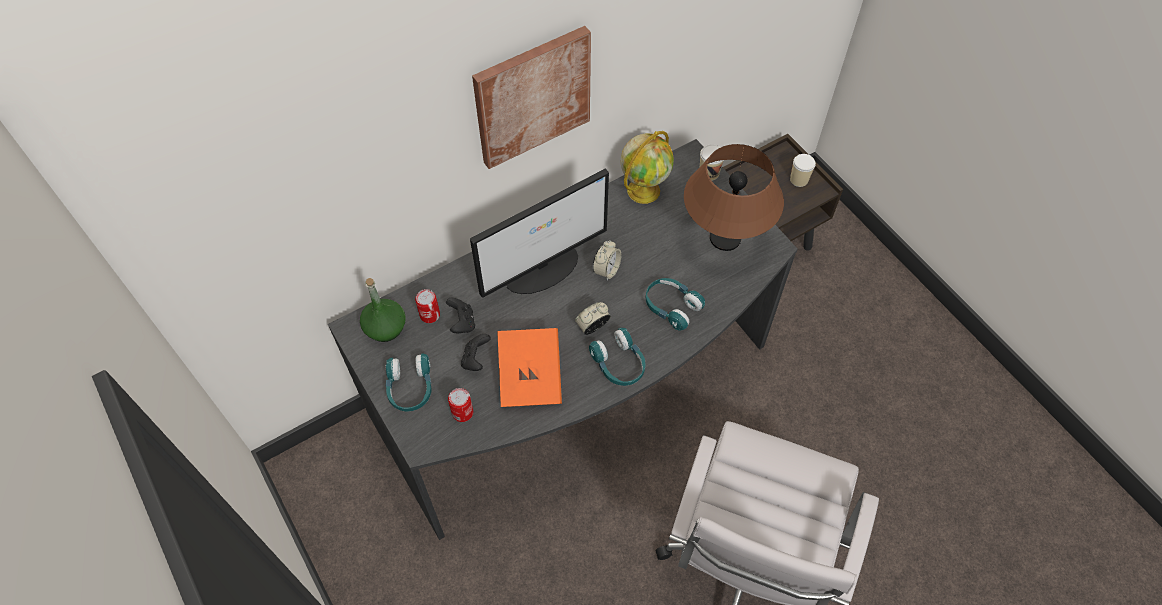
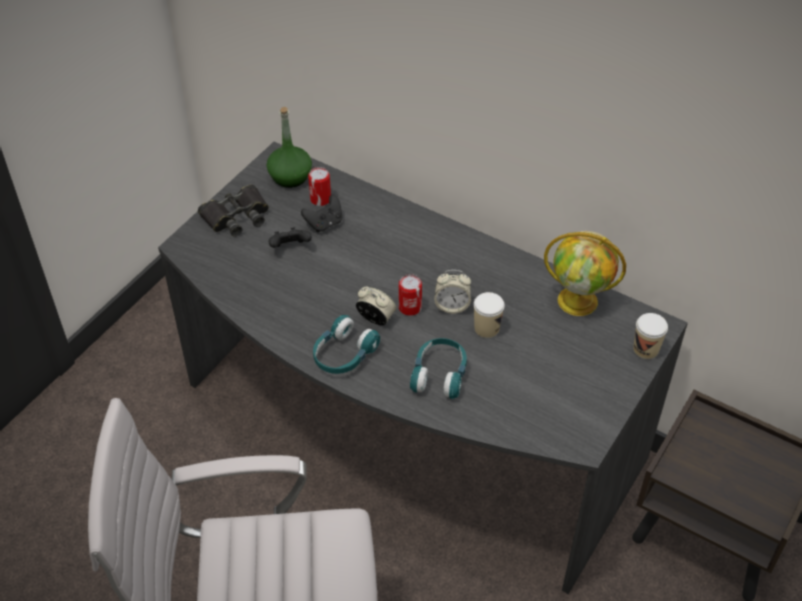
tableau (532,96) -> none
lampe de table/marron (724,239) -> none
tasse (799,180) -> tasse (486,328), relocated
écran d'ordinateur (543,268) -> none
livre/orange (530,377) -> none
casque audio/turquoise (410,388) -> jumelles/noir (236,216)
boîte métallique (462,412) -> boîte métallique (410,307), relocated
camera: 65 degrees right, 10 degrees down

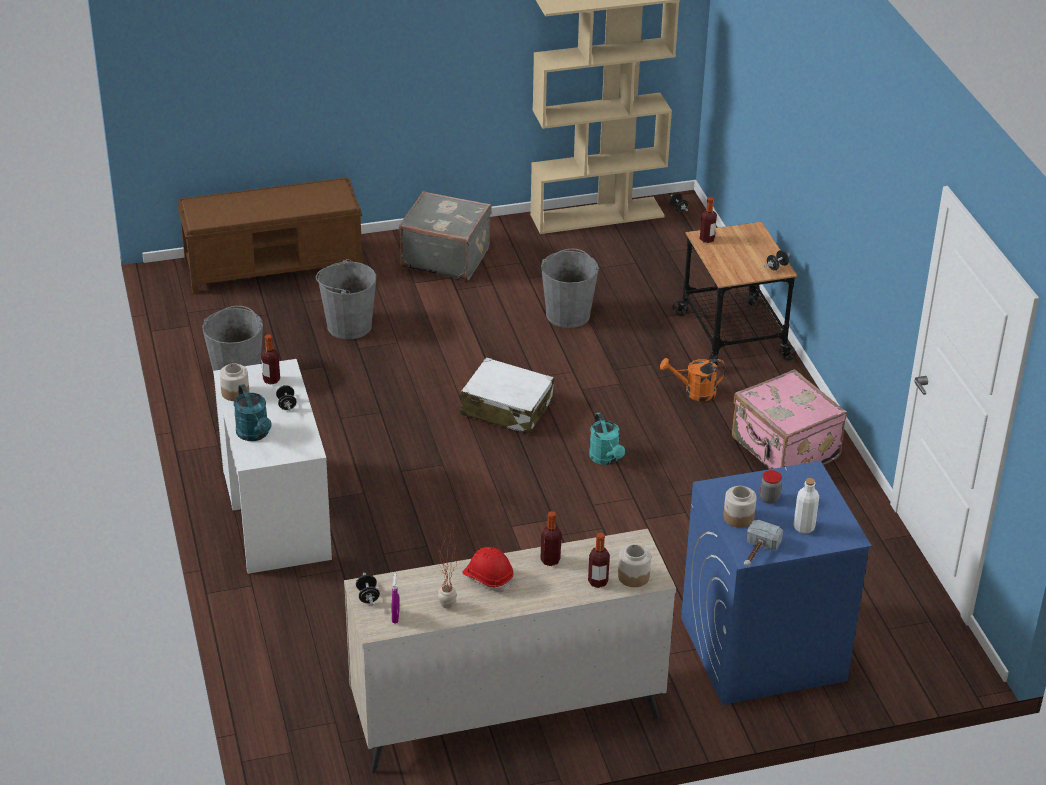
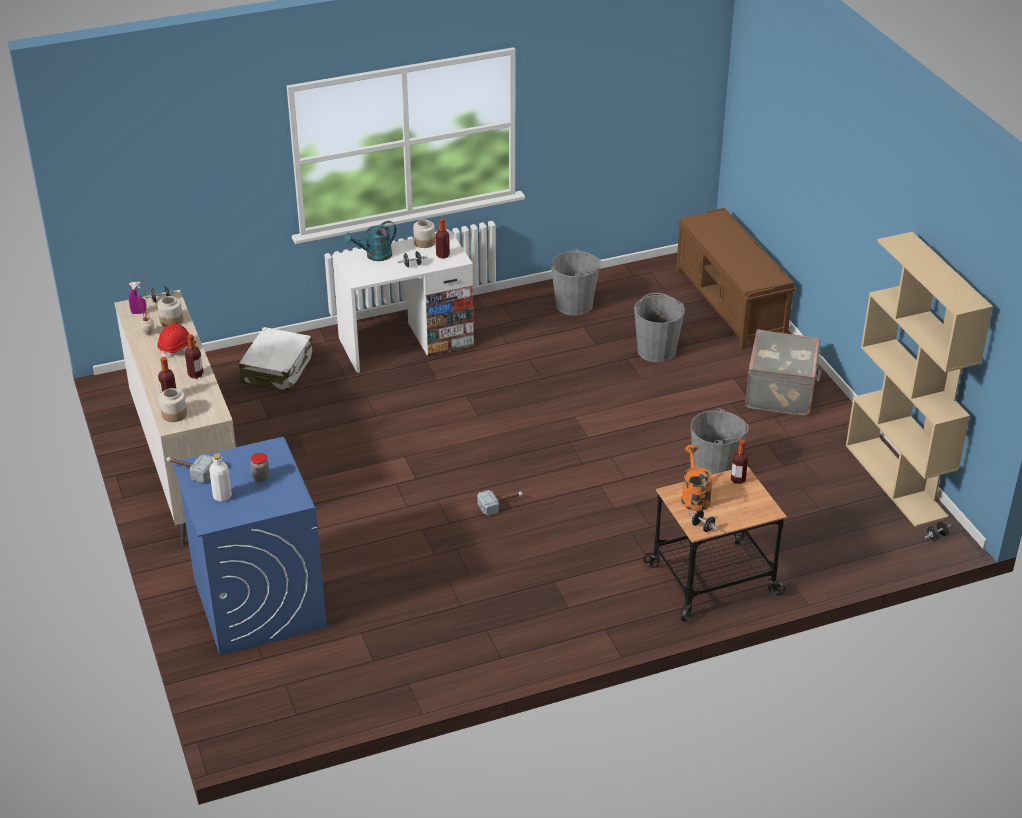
valise/blanc (506,408) -> valise/blanc (277,370), relocated
arrosoir/orange (694,392) -> arrosoir/orange (694,496), relocated
valise/rose (784,449) -> none
arrosoir/turquoise (606,459) -> marteau (501,504)
bocal (738,518) -> bocal (171,321), relocated
camera: 85 degrees right, 0 degrees up

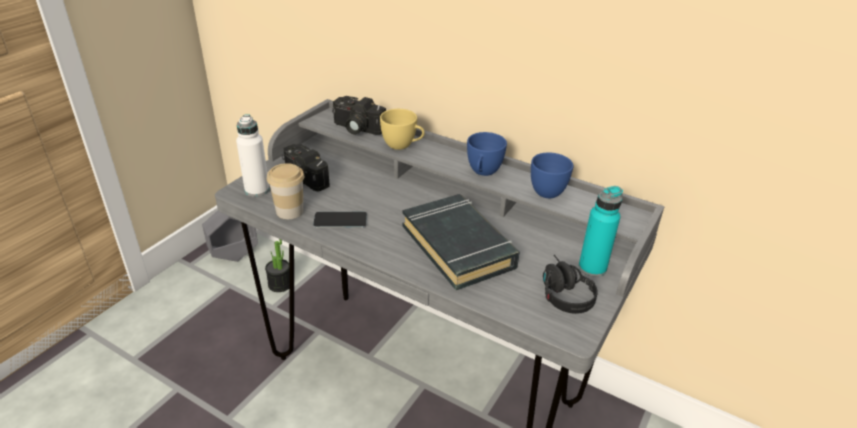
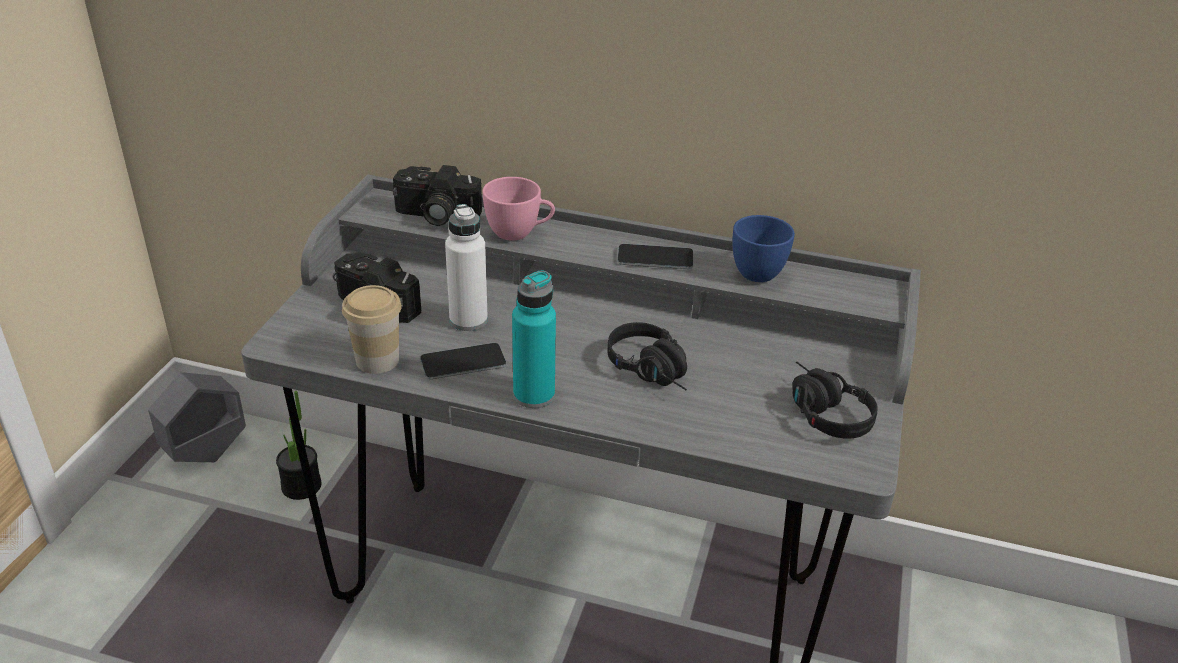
tasse/jaune (402,145) -> tasse/rose (519,233)
bouteille/blanc (257,190) -> bouteille/blanc (468,320), relocated
tasse/bleu (483,172) -> téléphone (655,257)
bouteille/turquoise (592,268) -> bouteille/turquoise (534,395), relocated
livre/noir (458,246) -> casque audio/noir (654,372)
camera: 15 degrees left, 0 degrees up

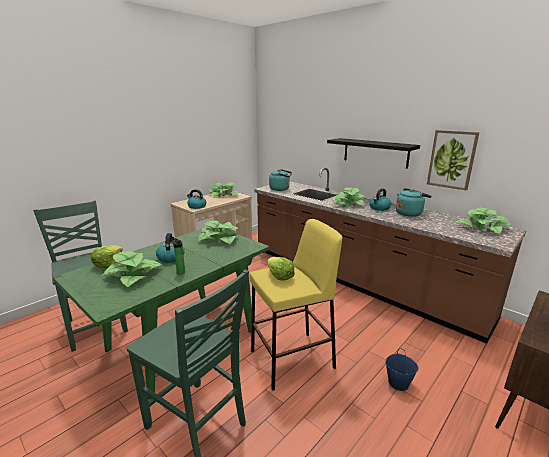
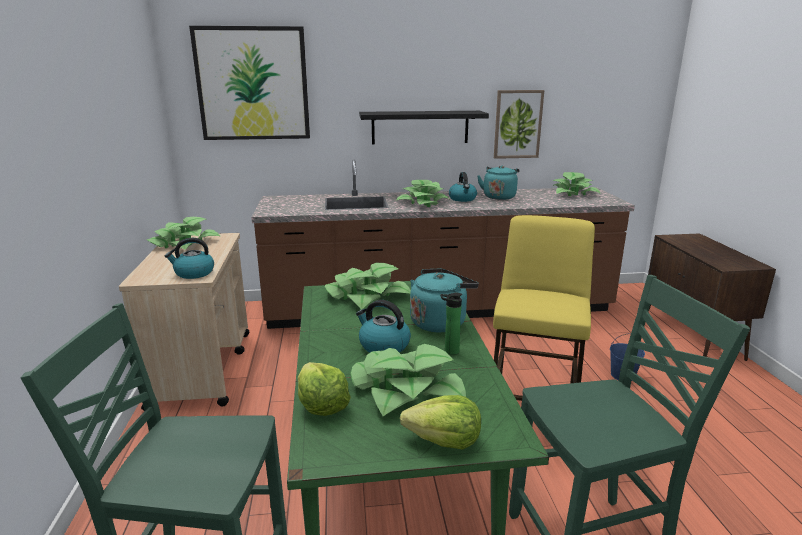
bouilloire/turquoise (280,189) -> bouilloire/turquoise (440,322), relocated
laitue (279,276) -> laitue (444,440), relocated
none -> tableau (253,84)
camera: 50 degrees left, 0 degrees up

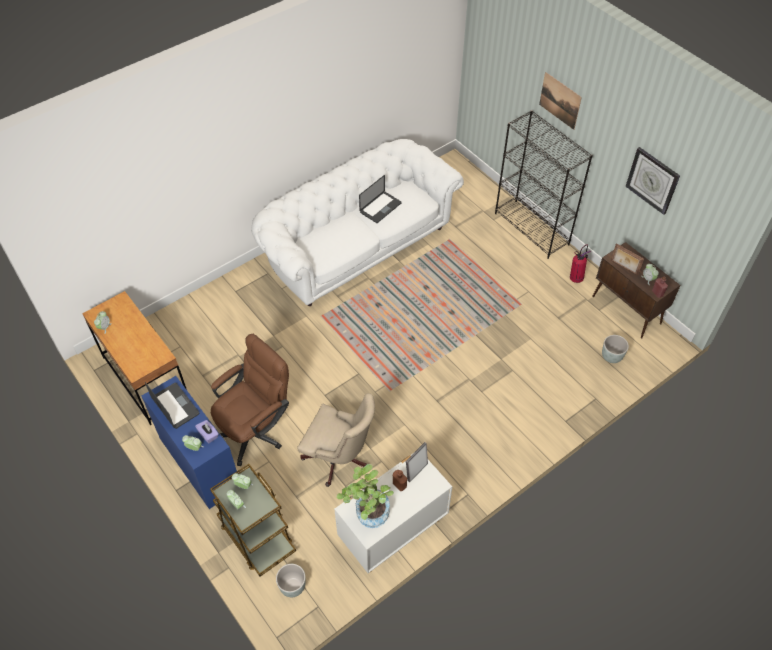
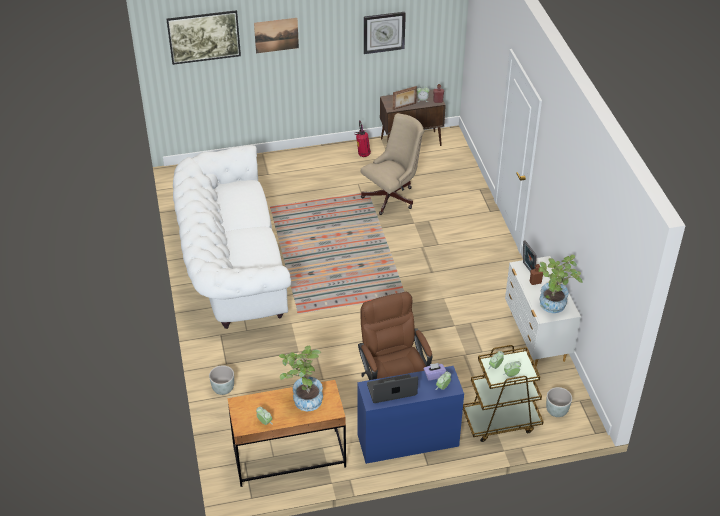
bibliothèque/noir (532,229) -> none
ordinateur portable (380,208) -> none
cache-pot/gris (611,356) -> cache-pot/gris (223,389), relocated
chaise de bureau/beige (340,459) -> chaise de bureau/beige (392,197), relocated
none -> tableau (205,48)
none -> plante en pot (303,399)
camera: 65 degrees left, 10 degrees down

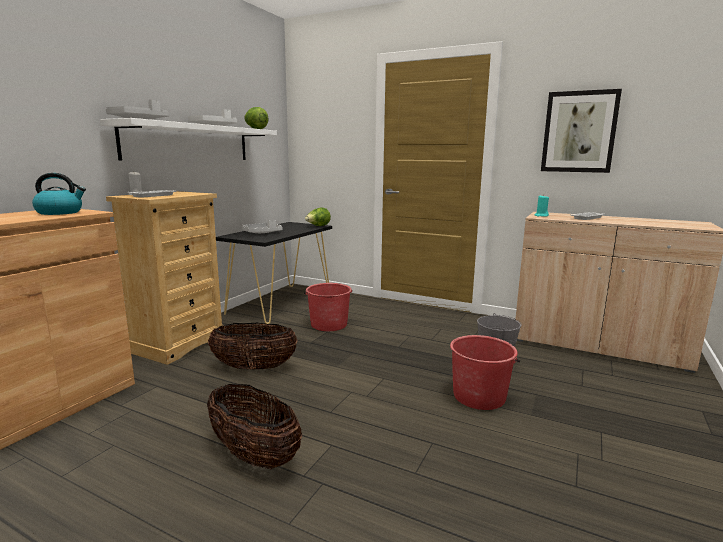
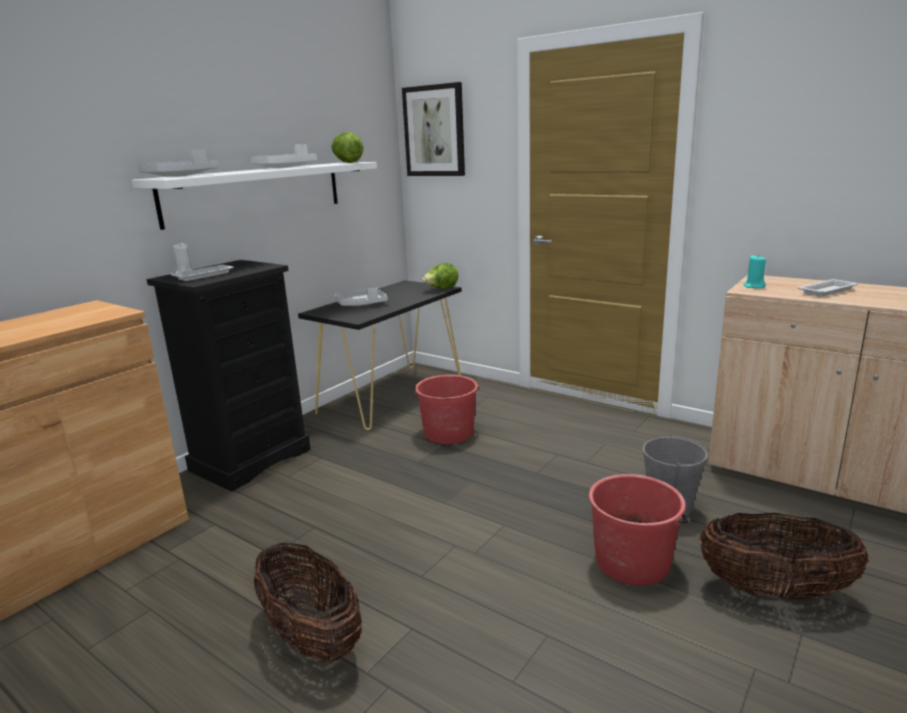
tableau (579,132) -> tableau (434,131), relocated
bouilloire (60,212) -> none
commode/beige (178,344) -> commode/noir (251,459)
panier (254,367) -> panier (774,590), relocated
camera: 10 degrees right, 5 degrees up

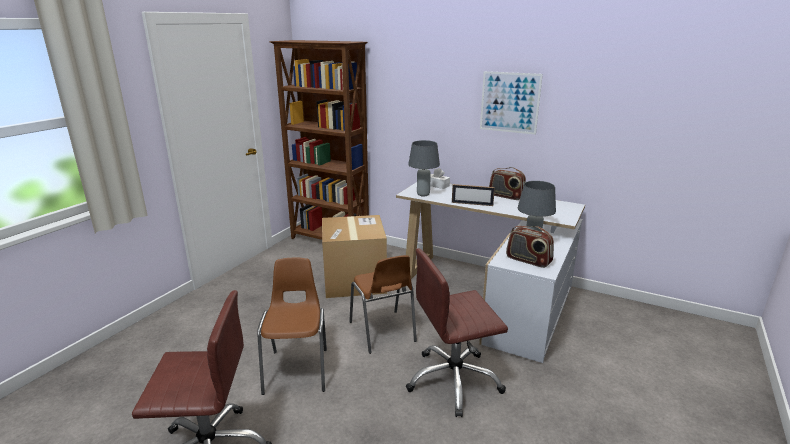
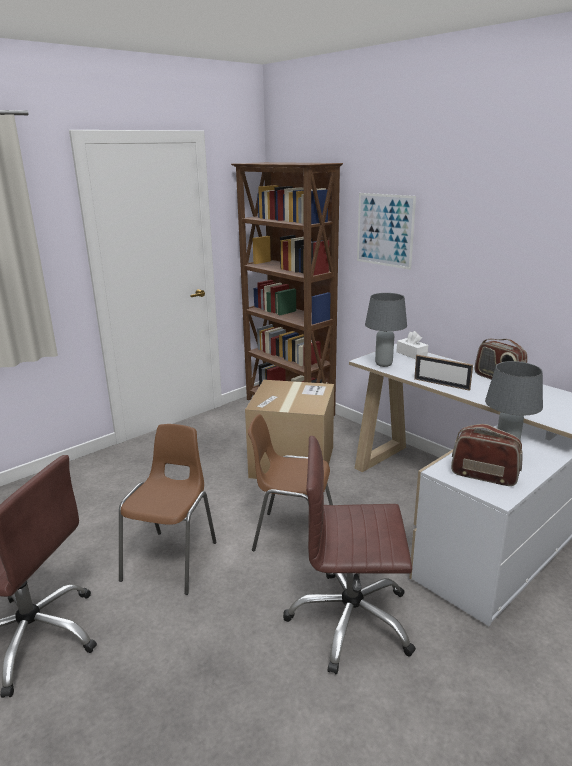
tableau (509,102) -> tableau (385,230), relocated
radio (528,260) -> radio (484,475), 150 degrees clockwise
chaise/marron (383,332) -> chaise/marron (293,535), 105 degrees clockwise
camera: 20 degrees right, 0 degrees up

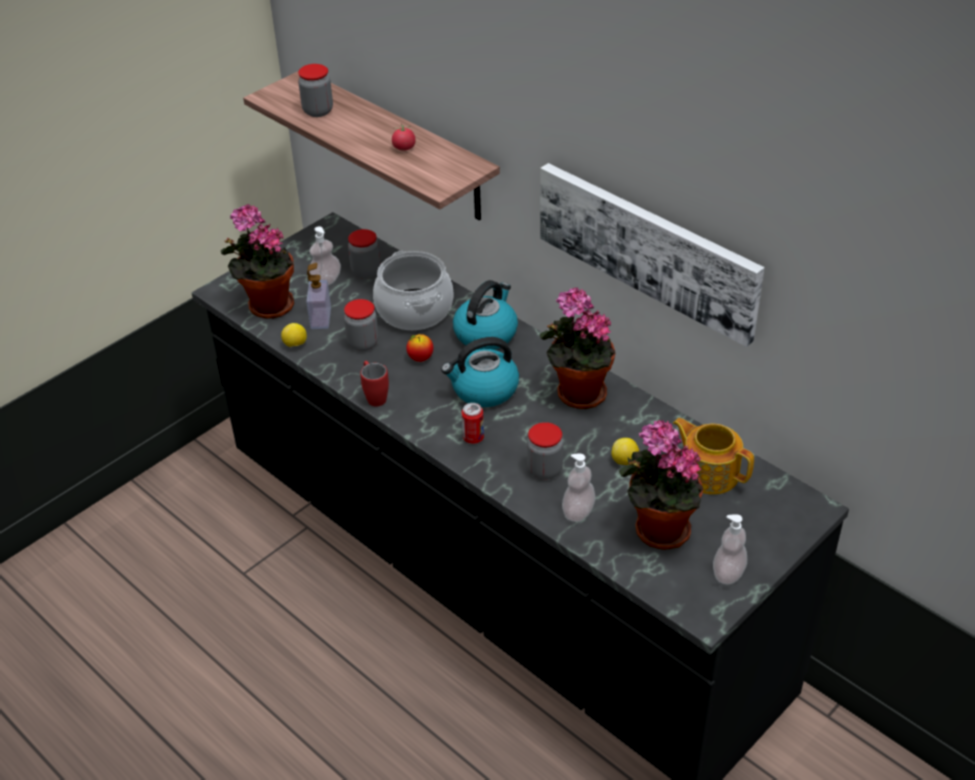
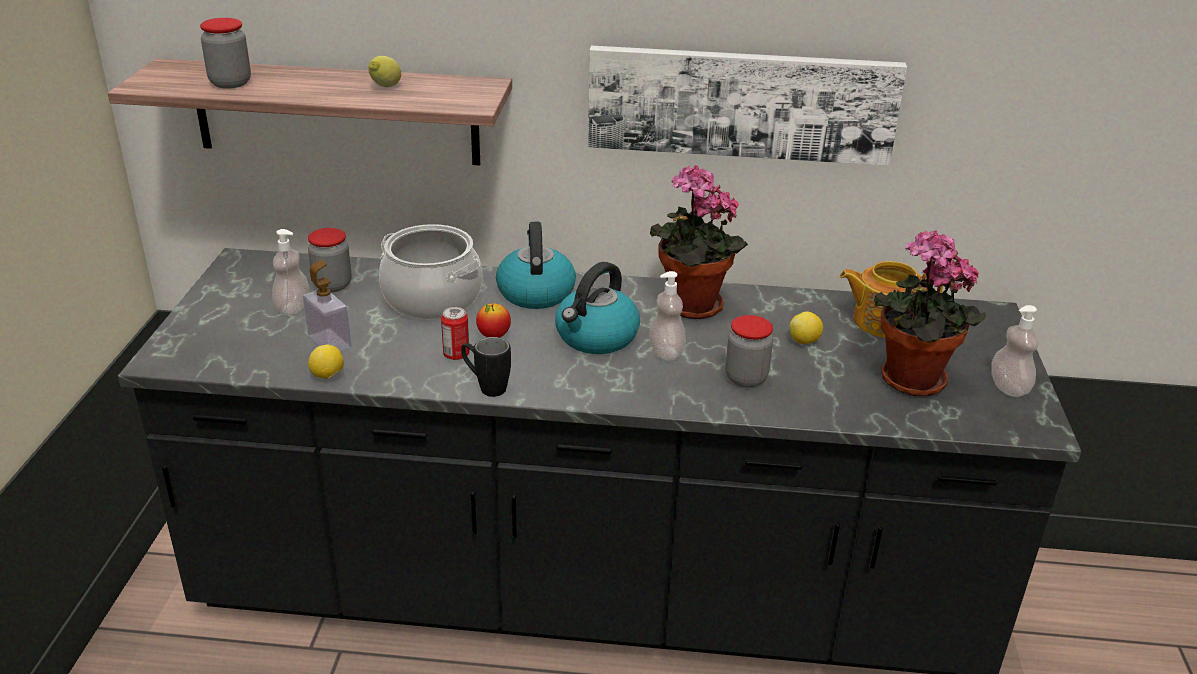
tomate (404,148) -> citron (385,87)
plante en pot (267,306) -> none
bocal (363,343) -> none
mug/rouge (374,396) -> mug/noir (485,387)
boîte métallique (473,438) -> boîte métallique (456,355), relocated
distributeur de savon (578,512) -> distributeur de savon (666,352), relocated
camera: 40 degrees left, 10 degrees down

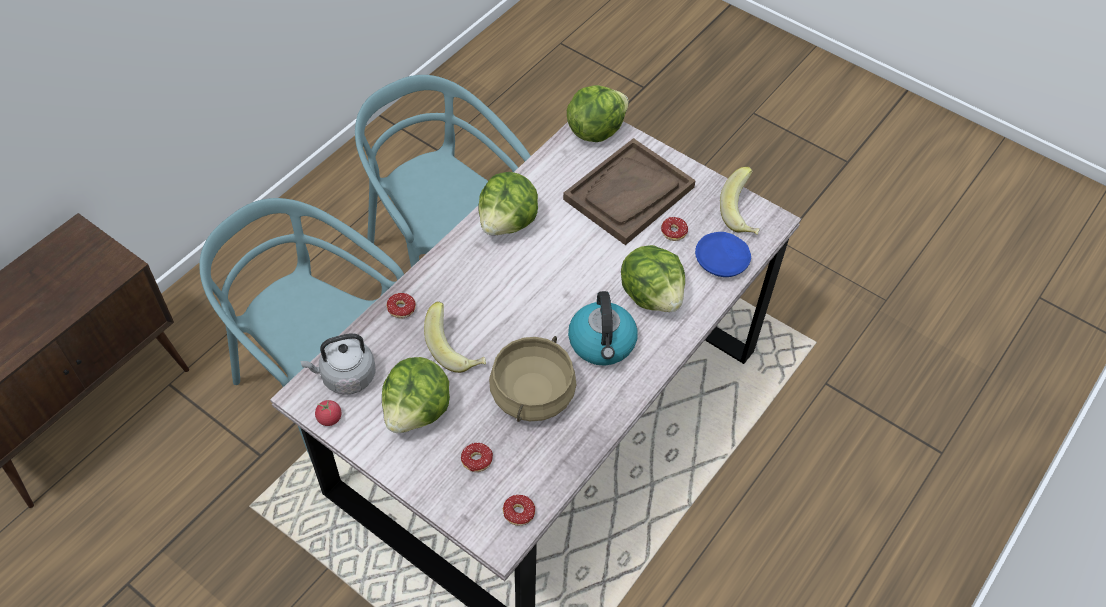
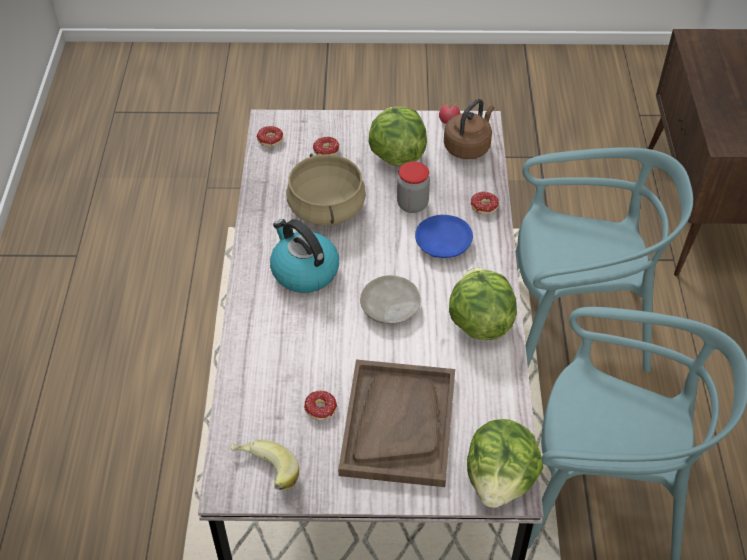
assiette/bleu (722,261) -> assiette/bleu (442,243), relocated
laitue (652,295) -> none
banane (456,349) -> bocal (412,204)
bouilloire/gris (345,377) -> bouilloire/marron (468,146)
none -> assiette/beige (389,307)
camera: 145 degrees right, 5 degrees down

